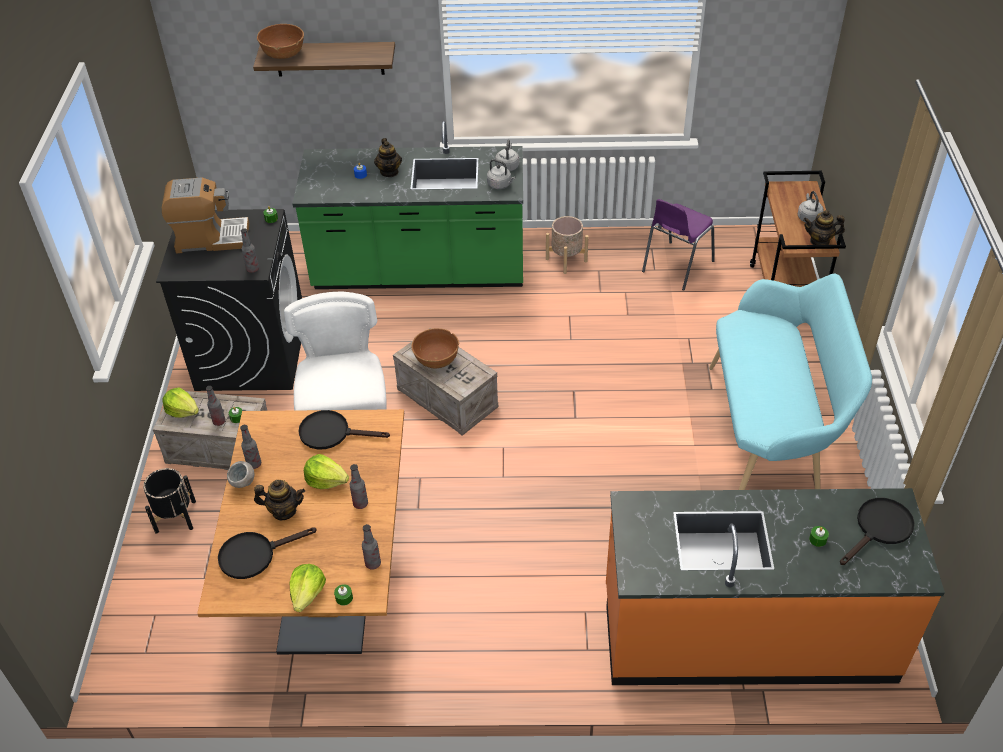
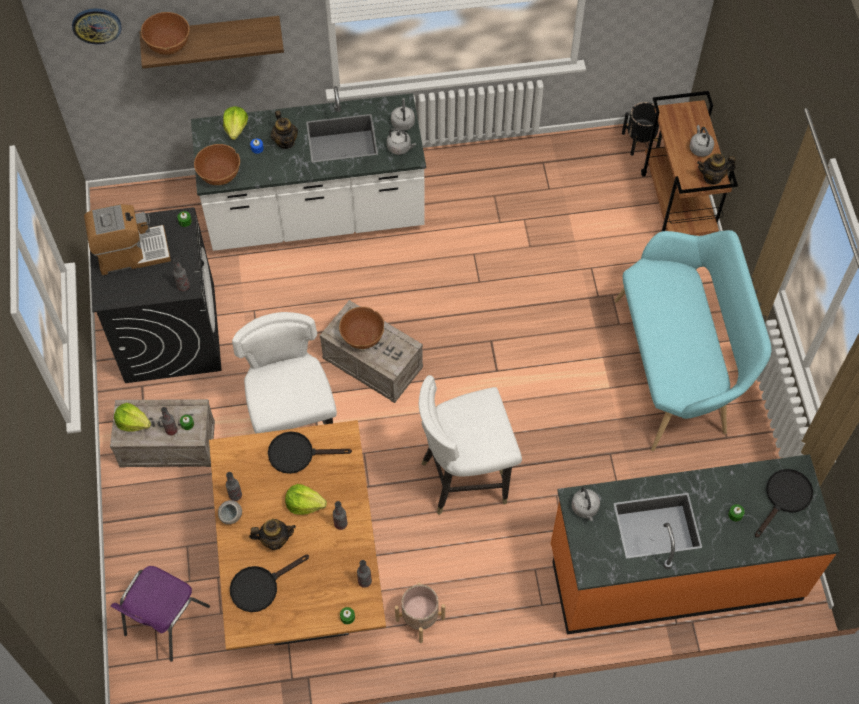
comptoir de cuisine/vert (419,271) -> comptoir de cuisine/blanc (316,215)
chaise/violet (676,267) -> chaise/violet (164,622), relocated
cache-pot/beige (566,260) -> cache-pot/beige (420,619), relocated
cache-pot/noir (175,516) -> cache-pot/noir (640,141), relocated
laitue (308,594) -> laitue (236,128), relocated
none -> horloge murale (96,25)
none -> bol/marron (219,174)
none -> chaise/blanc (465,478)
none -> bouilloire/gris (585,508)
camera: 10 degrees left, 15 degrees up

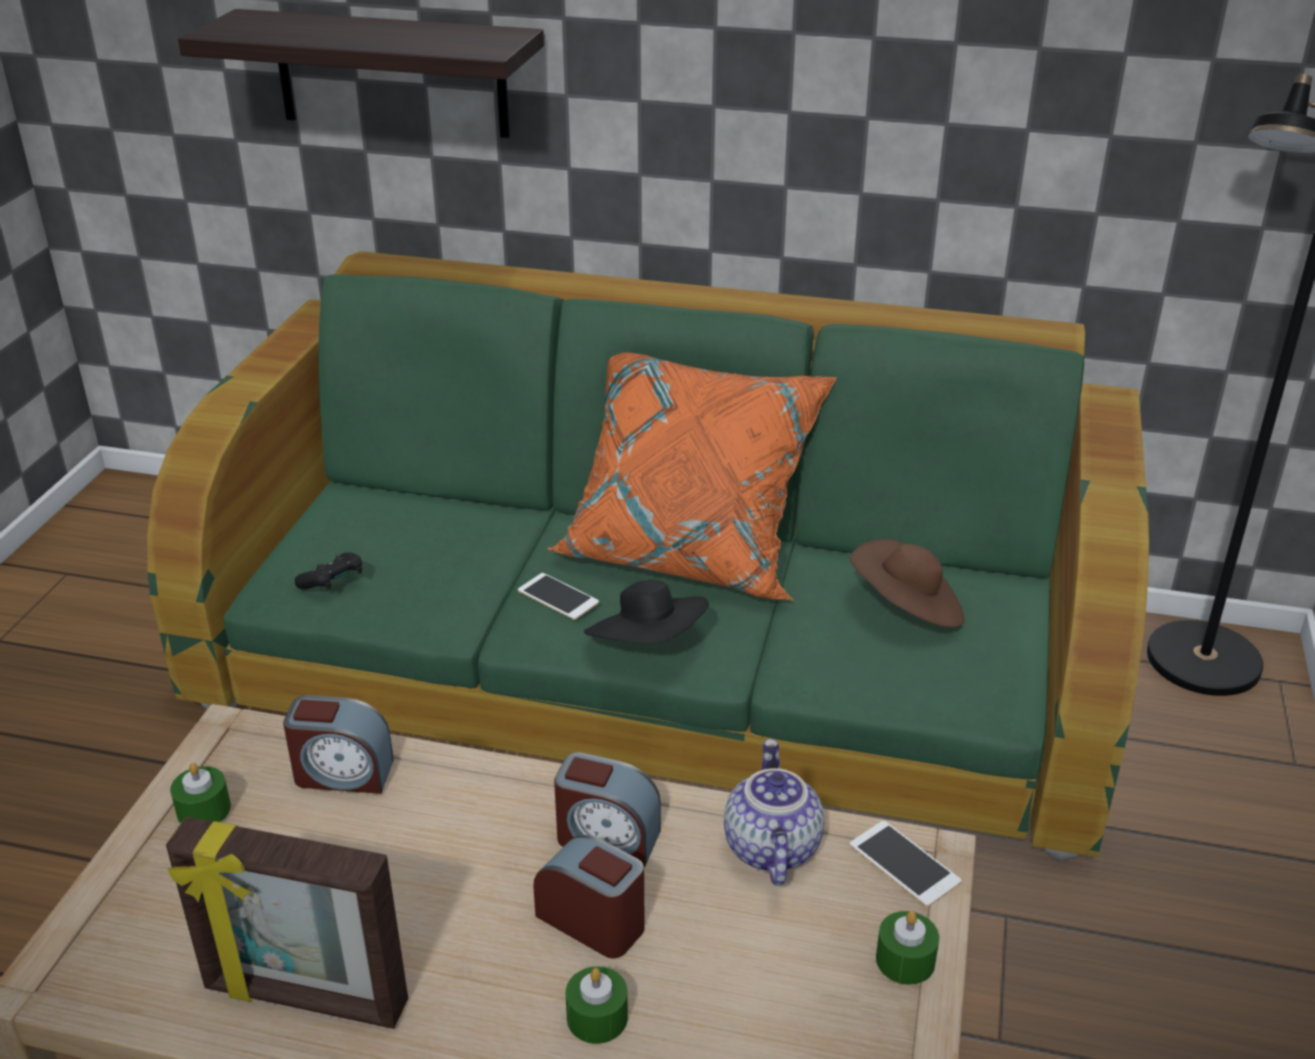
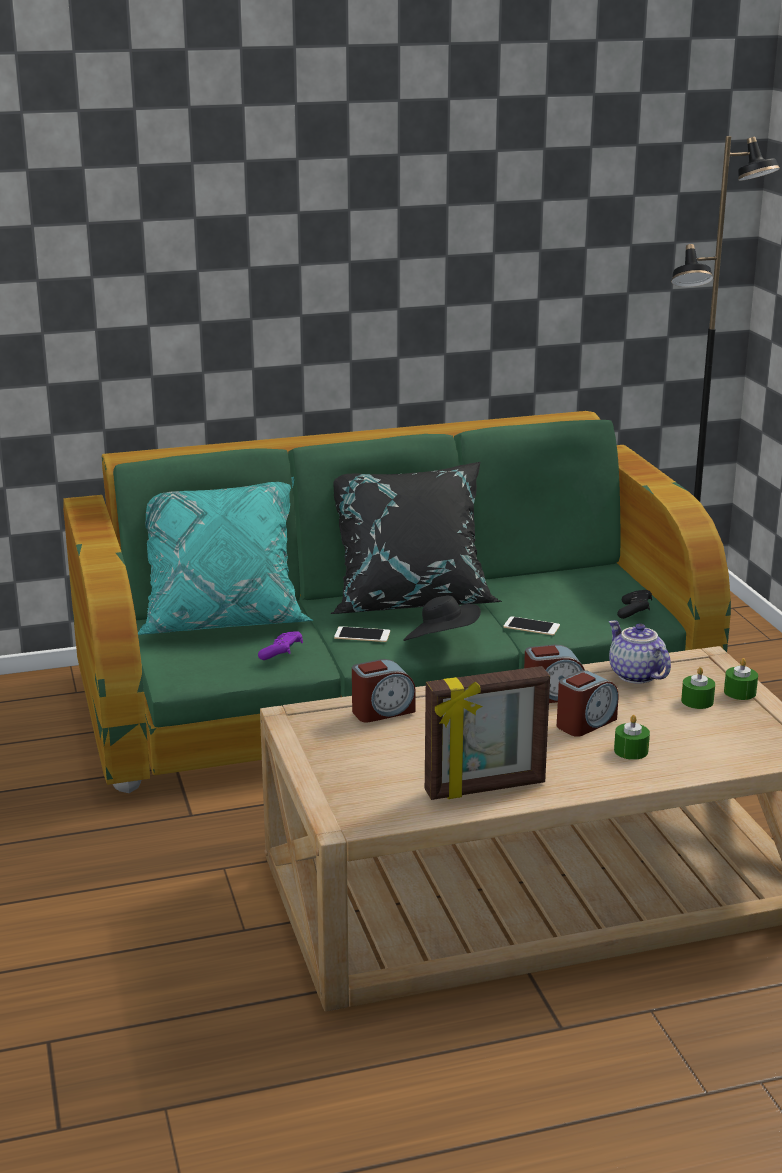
étagère (391,74) -> none
coussin/orange (689,551) -> coussin/noir (409,598)
chapeau/marron (907,609) -> none
manette/noir (333,583) -> manette/noir (634,612), relocated
bougie/vert (204,809) -> bougie/vert (697,701), relocated
téléphone (904,863) -> téléphone (531,626), relocated
réveil (592,921) -> réveil (585,723), 135 degrees clockwise
none -> coussin/turquoise (222,617)
none -> manette/violet (282,654)
camera: 30 degrees left, 10 degrees down

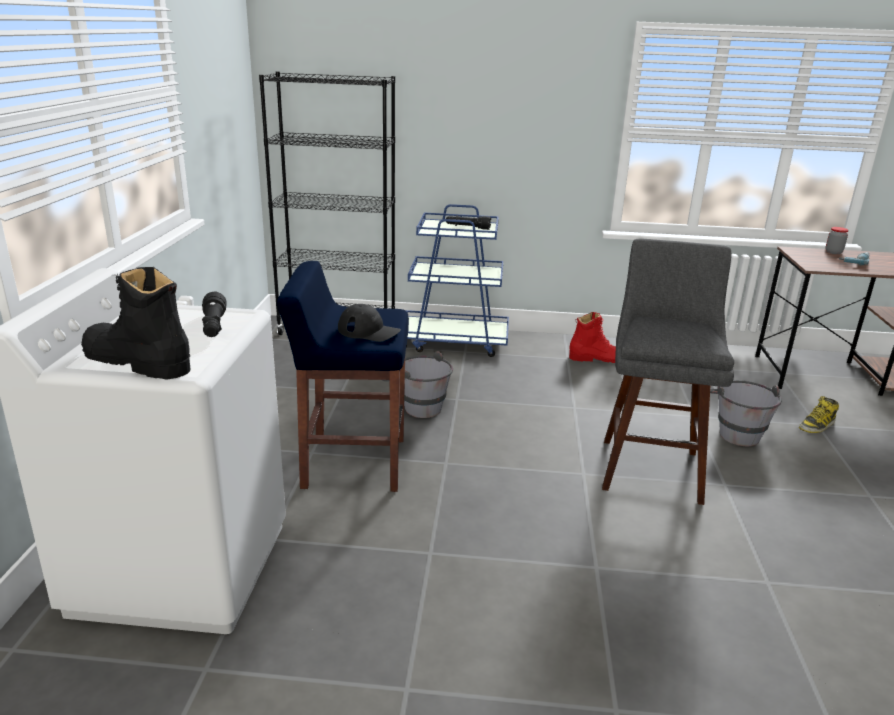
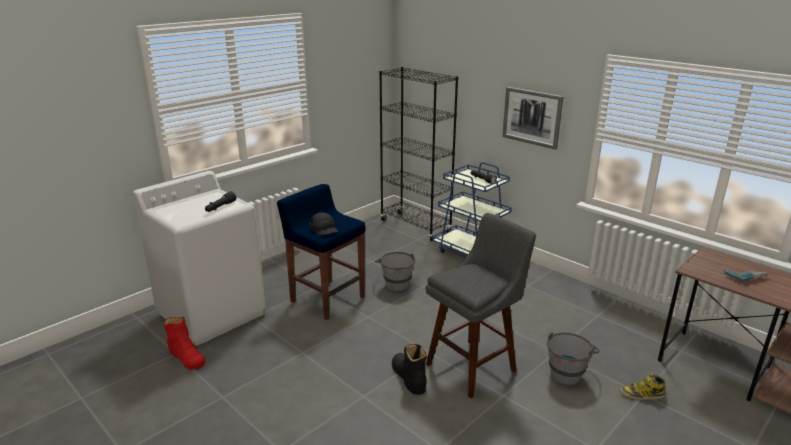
bocal (833,252) -> none
botte/noir (137,361) -> botte/noir (408,377), relocated
botte/rouge (598,358) -> botte/rouge (187,357), relocated
none -> tableau (532,117)
camera: 40 degrees right, 0 degrees up

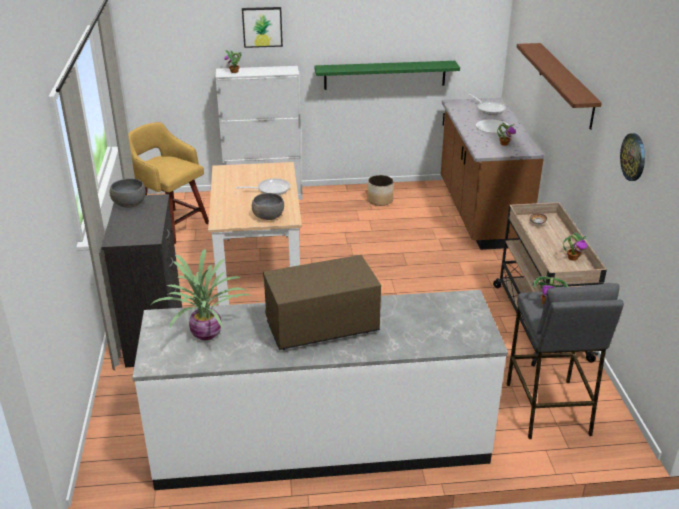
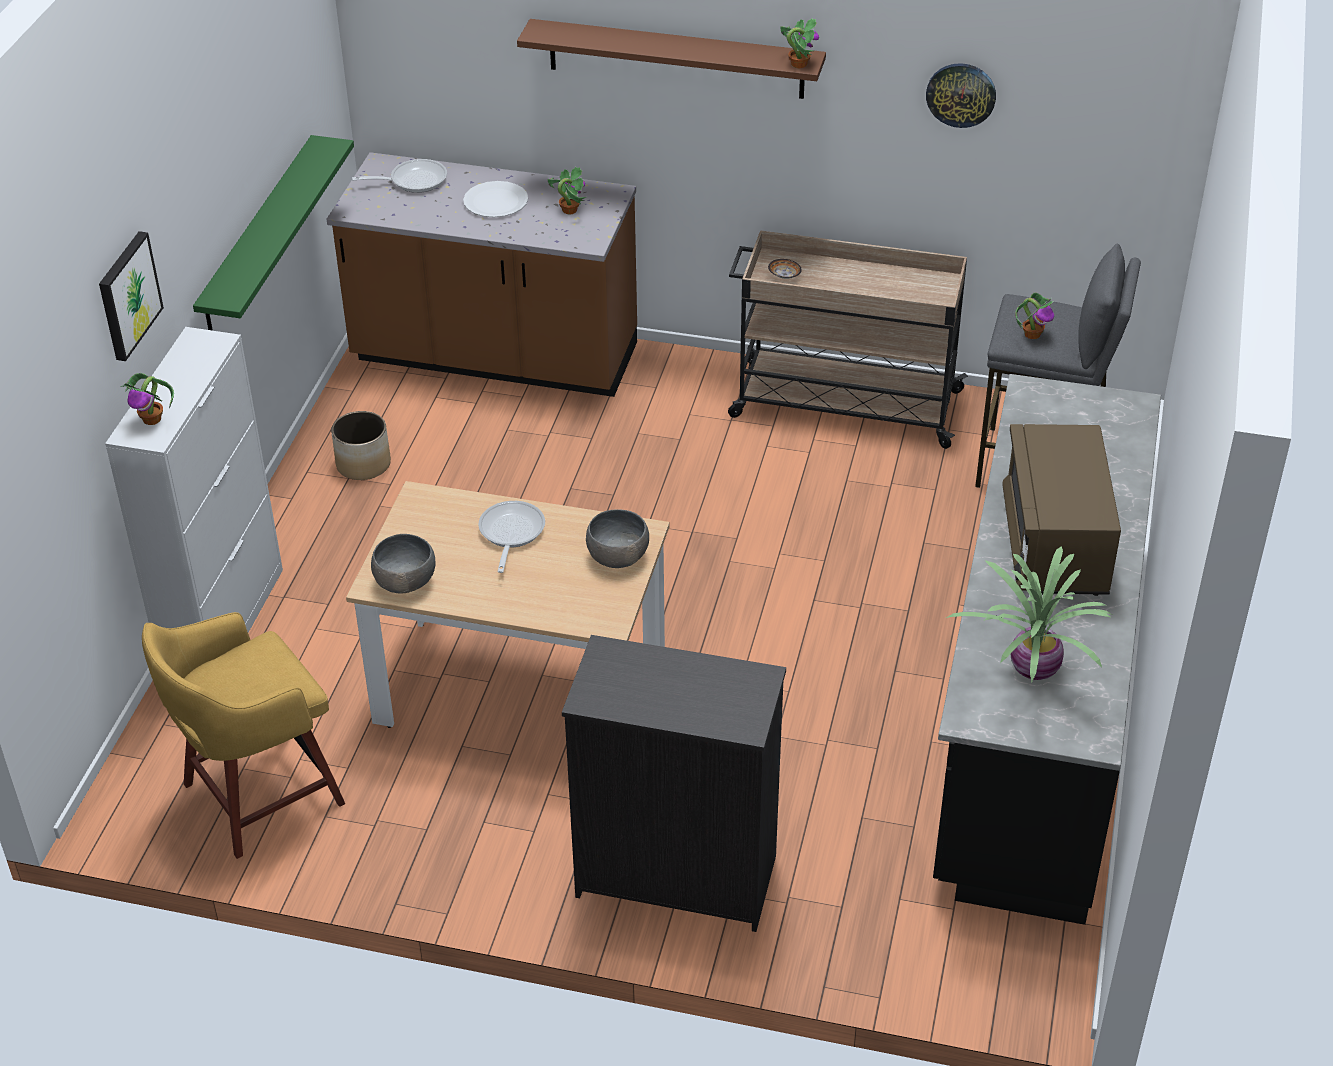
bol/gris (129,203) -> bol/gris (405,581), relocated
plante en pot (572,257) -> plante en pot (798,64), relocated
comptoir de cuisine/blanc (321,441) -> comptoir de cuisine/noir (1033,711)
camera: 70 degrees left, 10 degrees up

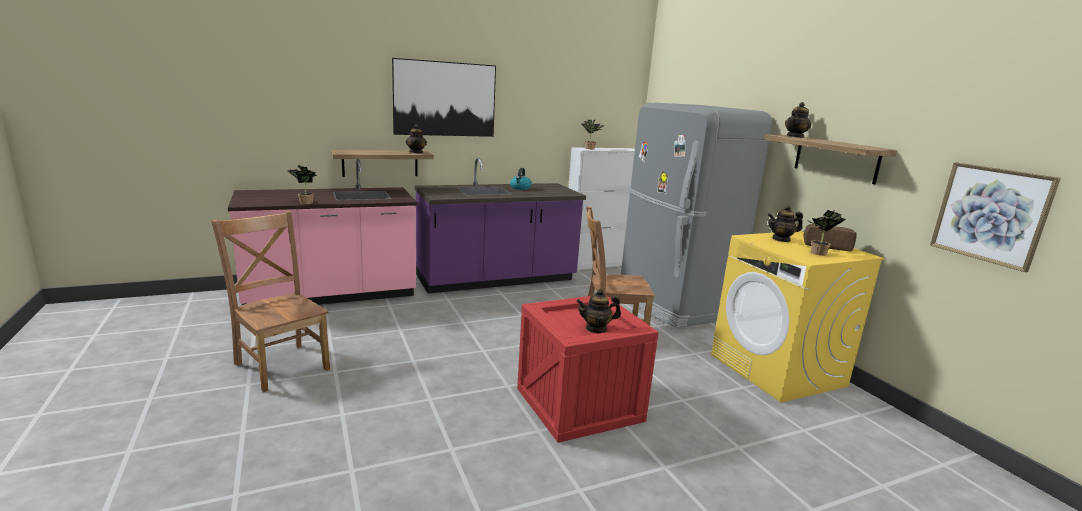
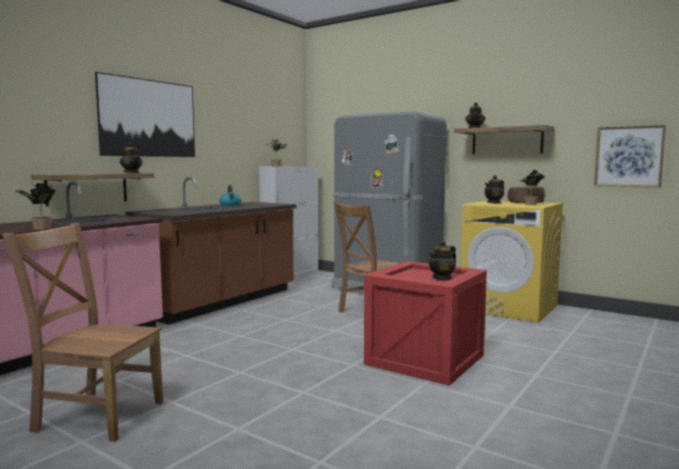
comptoir de cuisine/violet (497,279) -> comptoir de cuisine/marron (221,301)
camera: 30 degrees left, 10 degrees down

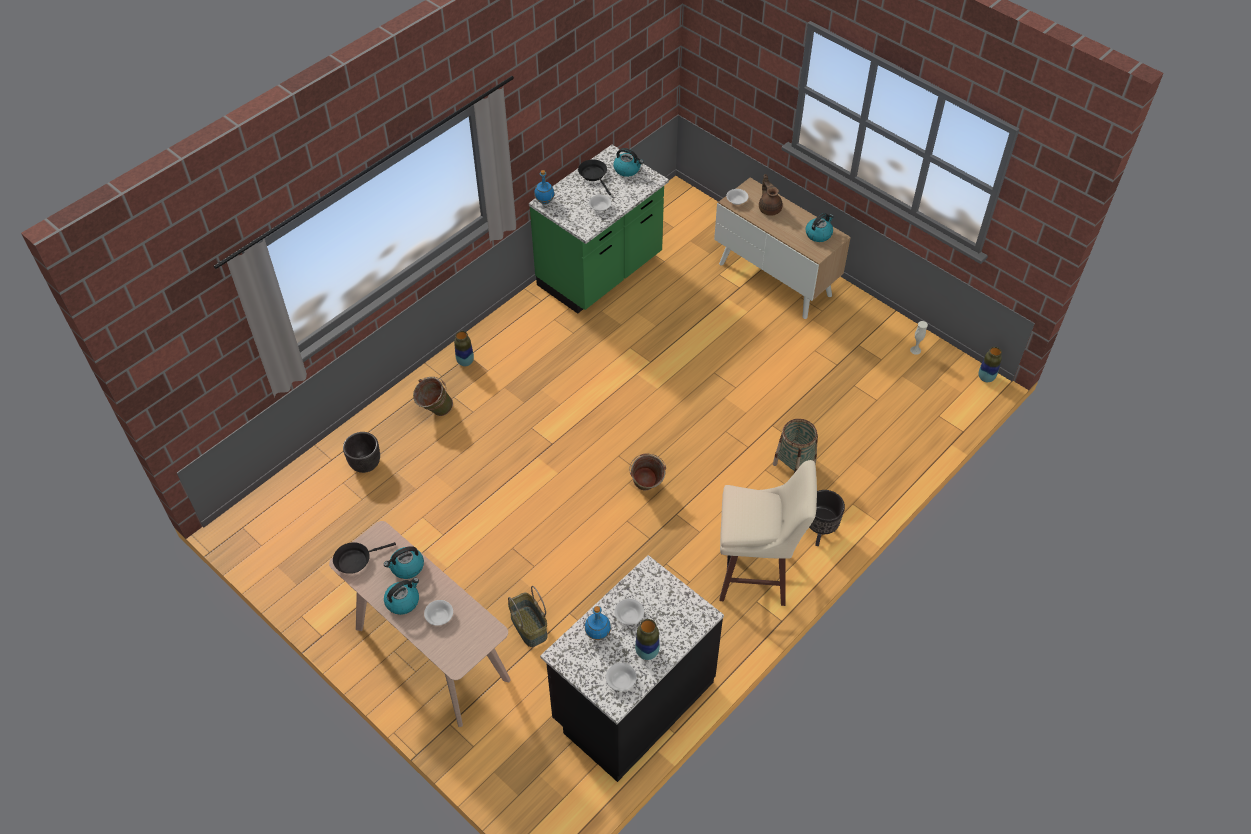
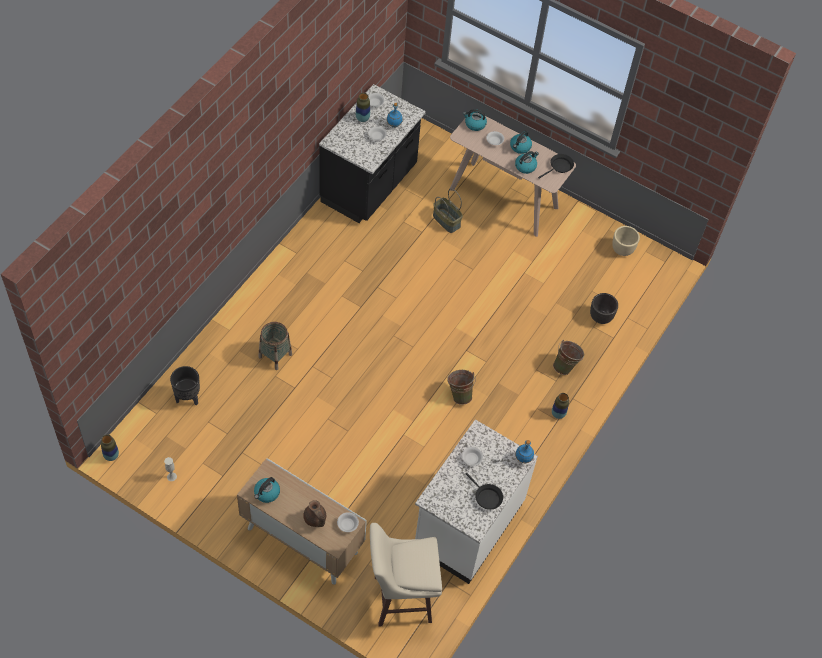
comptoir de cuisine/vert (601,273) -> comptoir de cuisine/blanc (467,525)
bouilloire (627,169) -> bouilloire (474,124), relocated
seau/vert (646,489) -> seau/vert (459,394), relocated
tabouret/beige (756,576) -> tabouret/beige (400,599), relocated
cache-pot/noir (820,533) -> cache-pot/noir (187,398), relocated
none -> cache-pot/beige (622,249)
camera: 165 degrees right, 5 degrees up

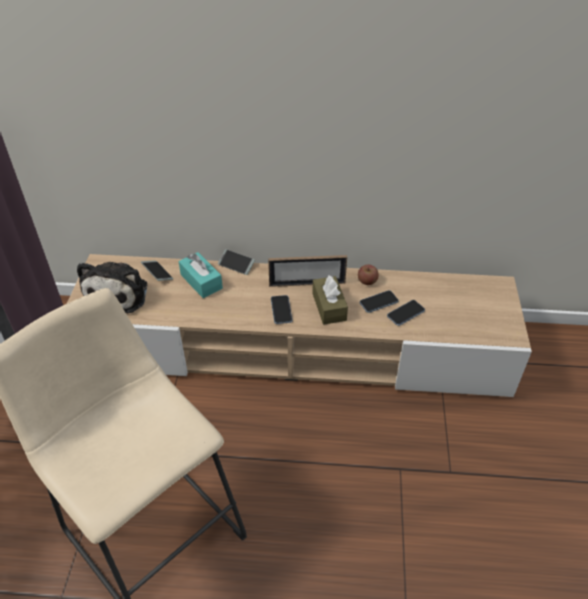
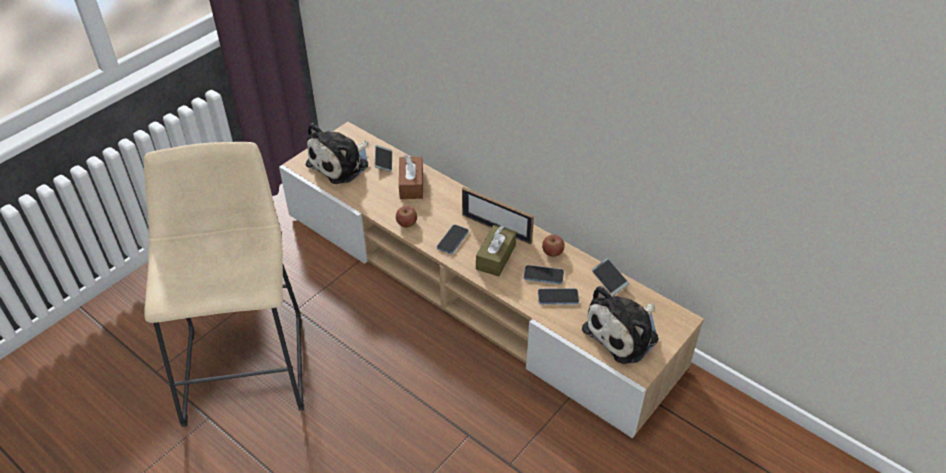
téléphone (236,265) -> téléphone (609,279), relocated
boîte à mouchoirs/turquoise (201,281) -> boîte à mouchoirs/marron (411,184)
none -> pomme (407,223)
none -> peluche (624,333)
camera: 35 degrees right, 0 degrees up

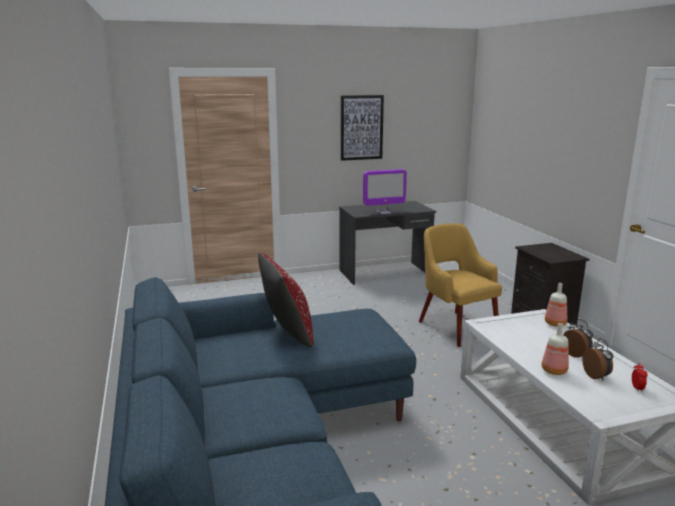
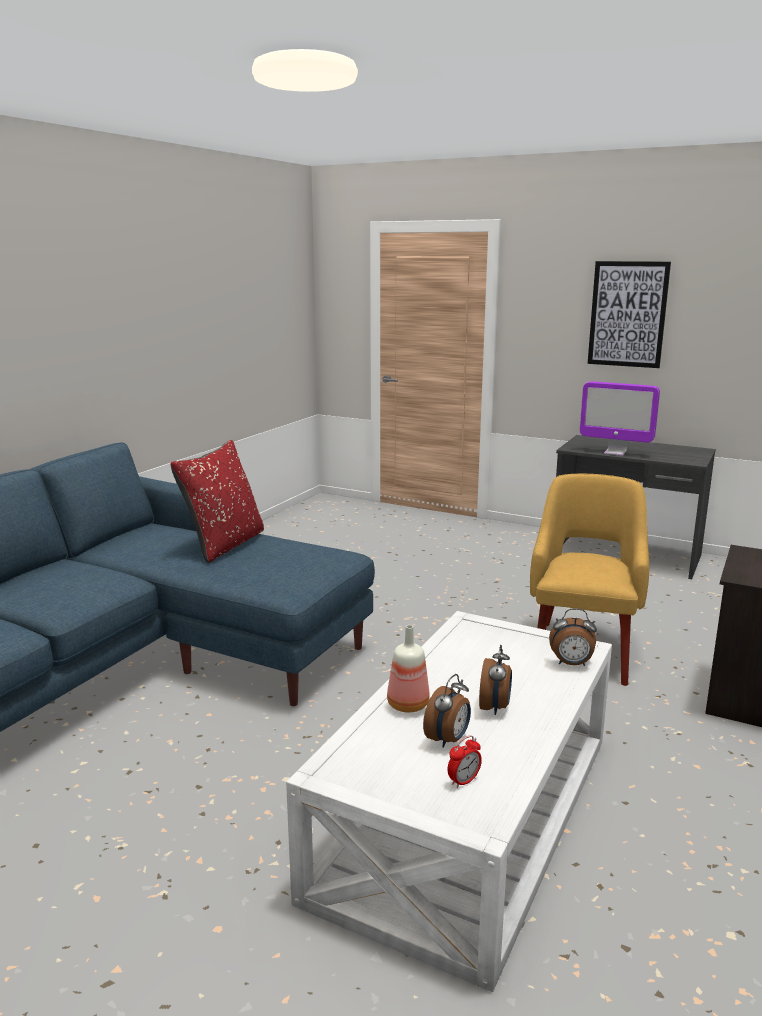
bouteille (555,323) -> réveil (571,664)
camera: 45 degrees right, 0 degrees up

